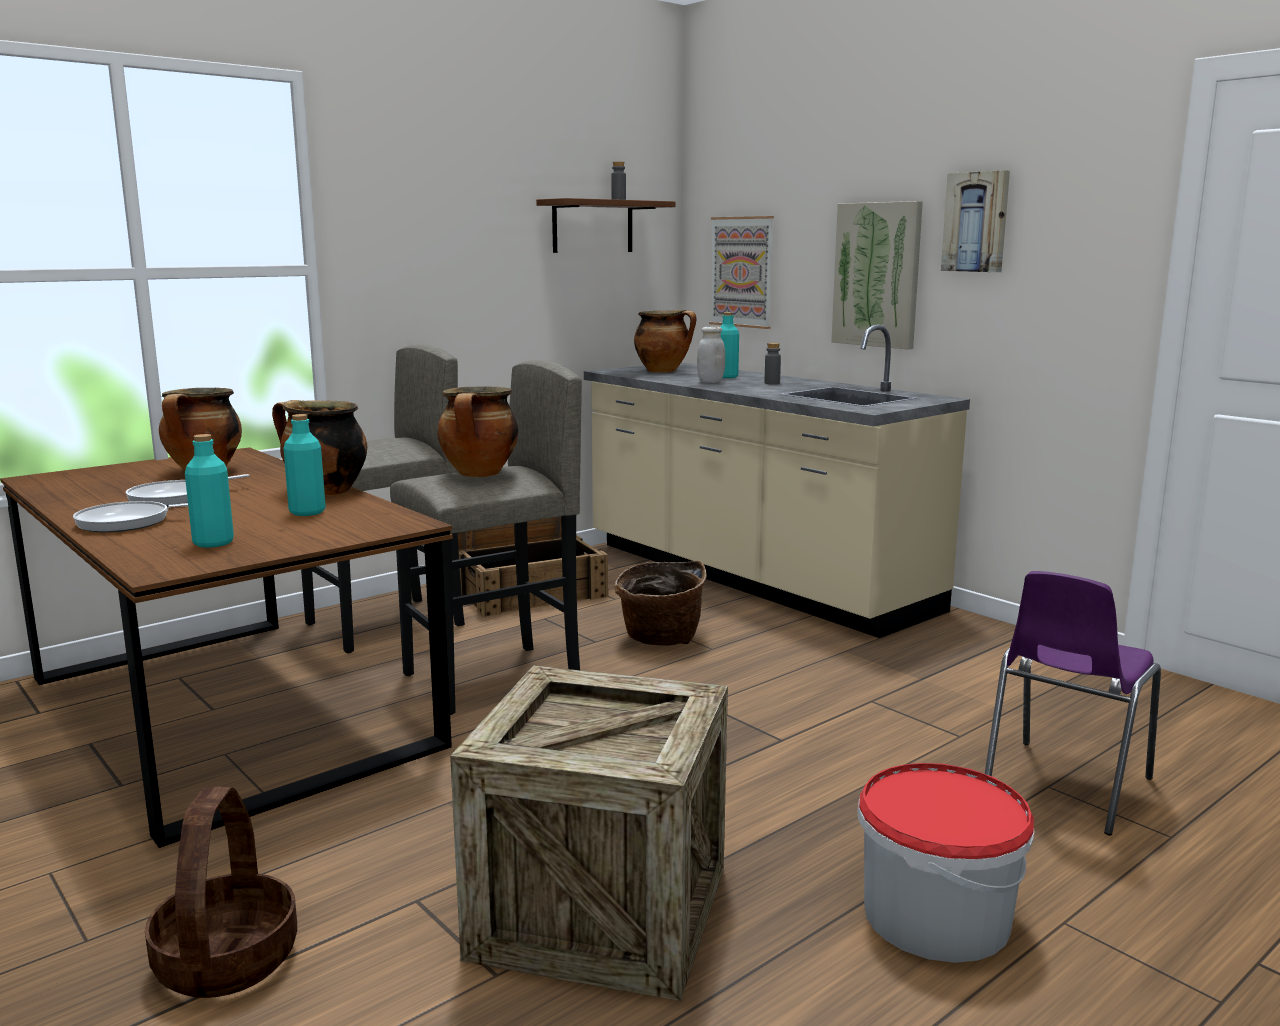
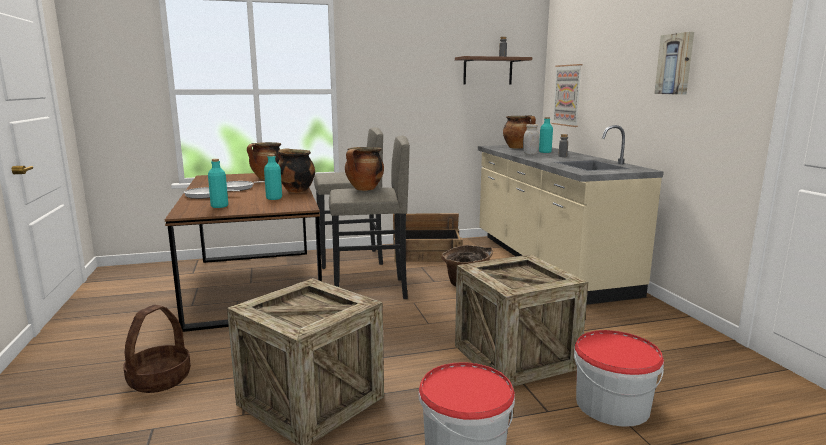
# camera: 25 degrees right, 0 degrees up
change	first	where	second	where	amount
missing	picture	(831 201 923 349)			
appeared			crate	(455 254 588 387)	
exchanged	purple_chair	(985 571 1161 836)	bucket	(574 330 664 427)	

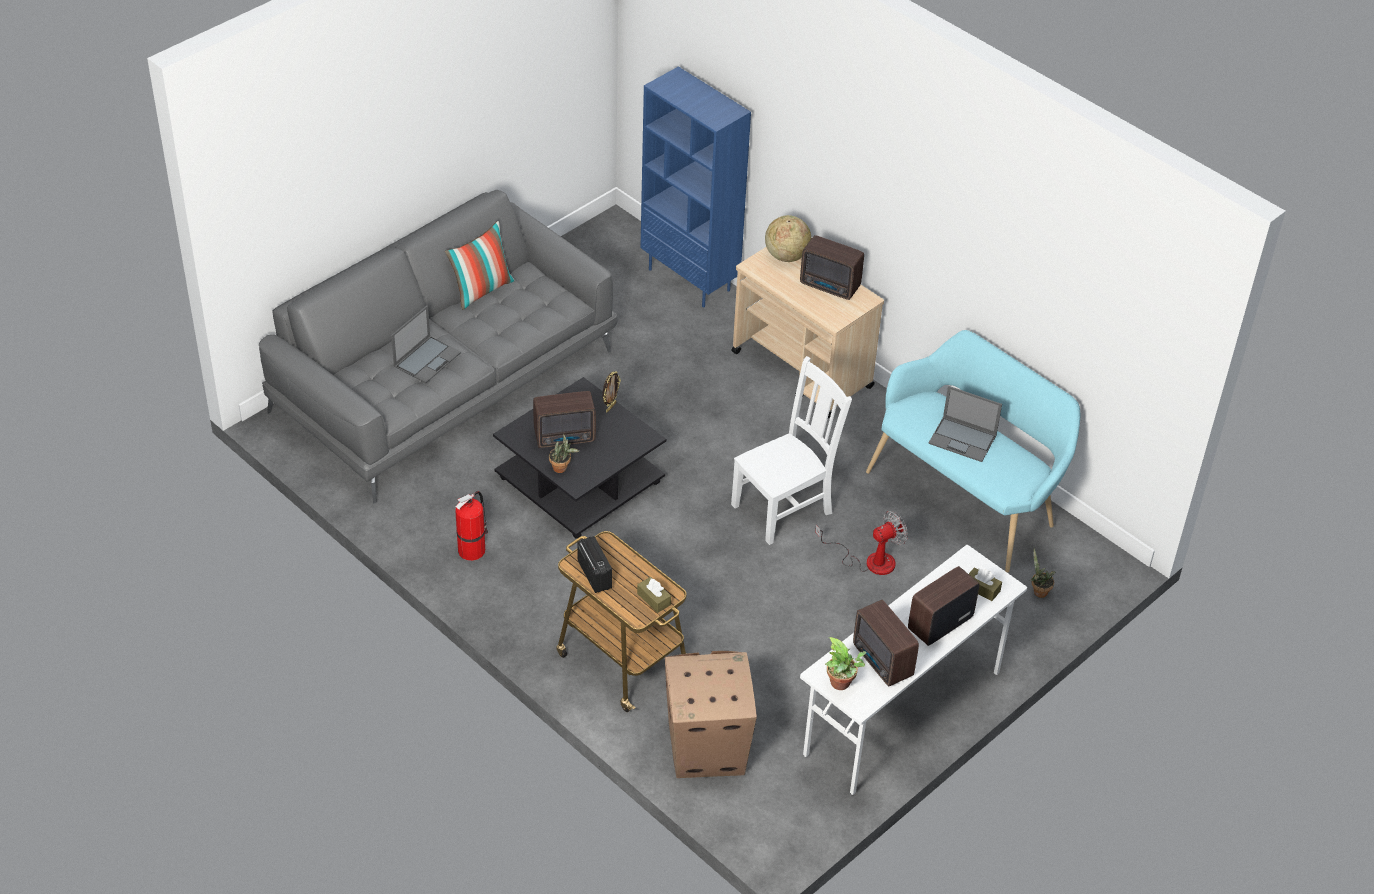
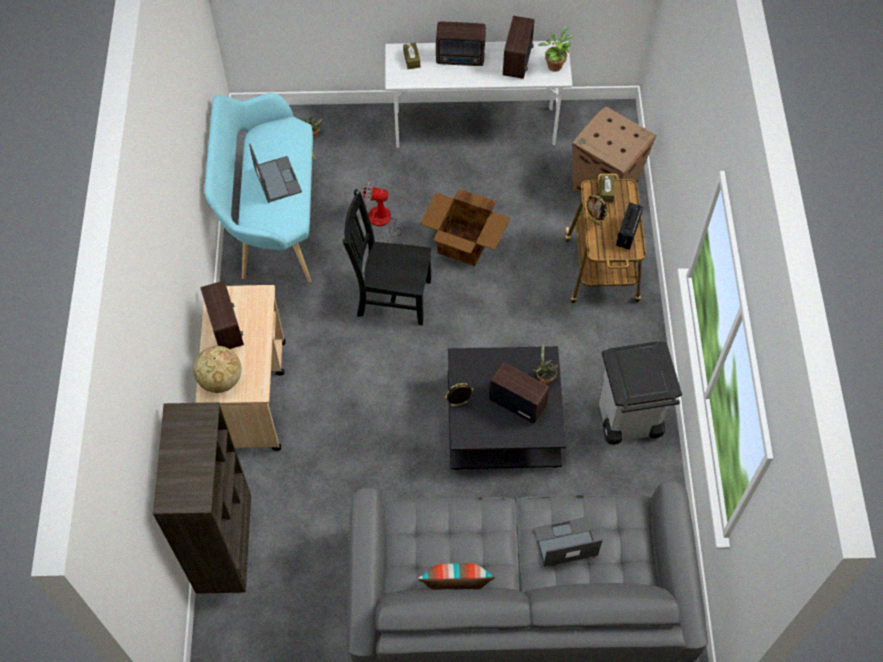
# camera: 135 degrees left, 15 degrees up
change	first	where	second	where	amount
appeared			cardboard_box	(420 189 510 266)	
appeared			picture_frame	(585 195 608 226)	
exchanged	fire_extinguisher	(455 491 488 561)	grey_trash_can	(599 341 682 445)	
colour	blue_bookcase	(640 66 751 307)	brown_bookcase	(153 402 251 594)	
colour	white_chair	(731 356 852 545)	black_chair	(343 189 431 325)	

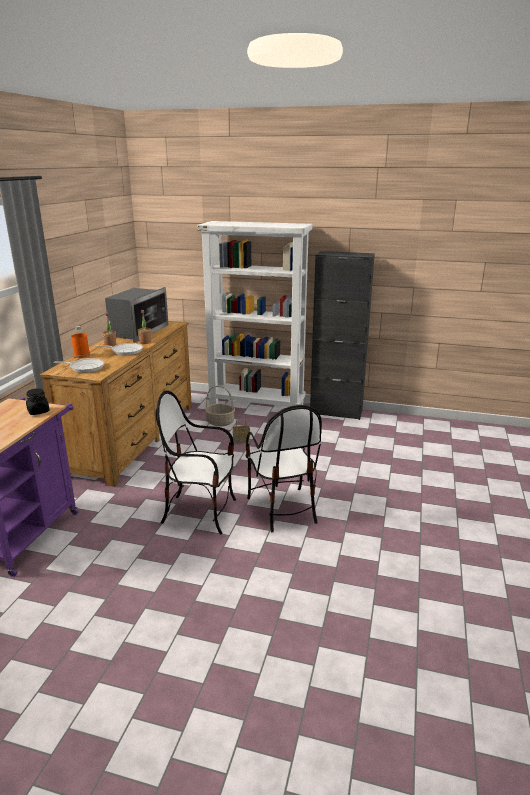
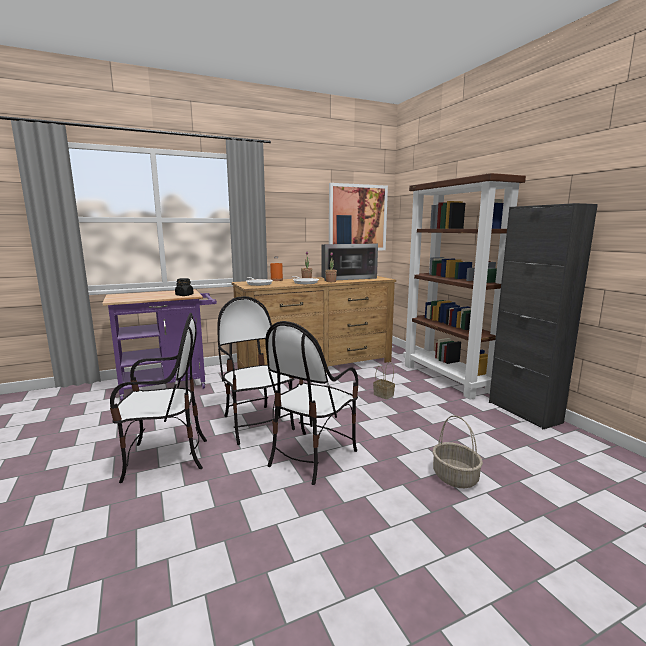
# camera: 50 degrees right, 10 degrees down
change	first	where	second	where	amount
appeared			chair	(110 313 207 483)	
appeared			picture	(329 183 388 251)	
relocated	basket	(205 386 235 427)		(433 415 483 488)	
colour	white_bookcase	(197 221 312 407)	brown_bookcase	(403 173 526 400)	

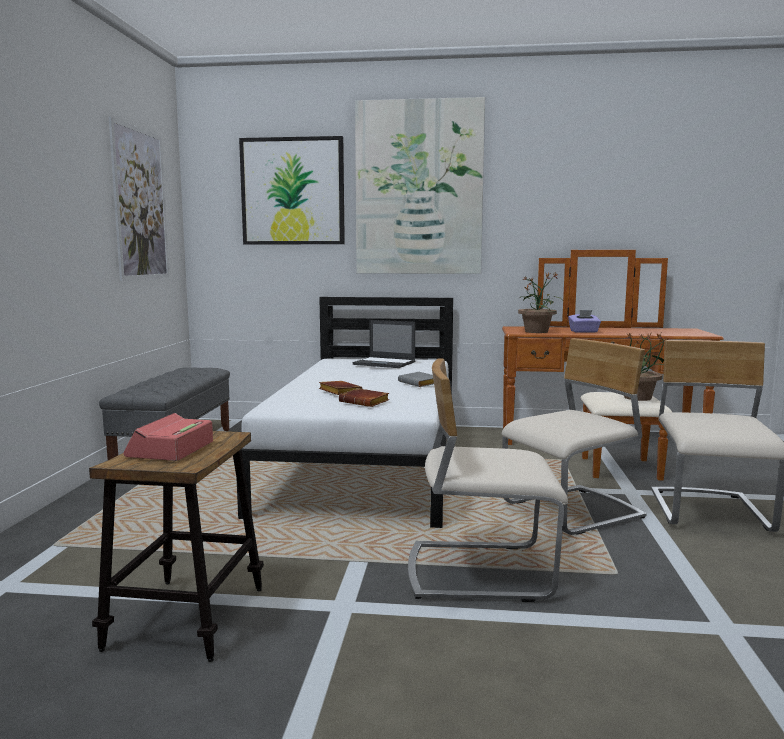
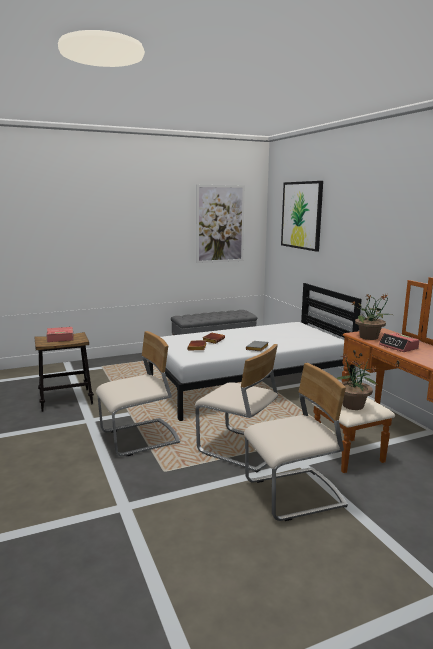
# camera: 60 degrees right, 5 degrees up
change	first	where	second	where	amount
missing	laptop	(352 320 415 368)			
missing	picture	(355 97 485 274)			
exchanged	purple_tissue_box	(568 310 601 333)	alarm_clock	(379 333 419 352)	
spun	beige_chair	(408 358 568 602)		(96 331 180 456)	90 degrees clockwise

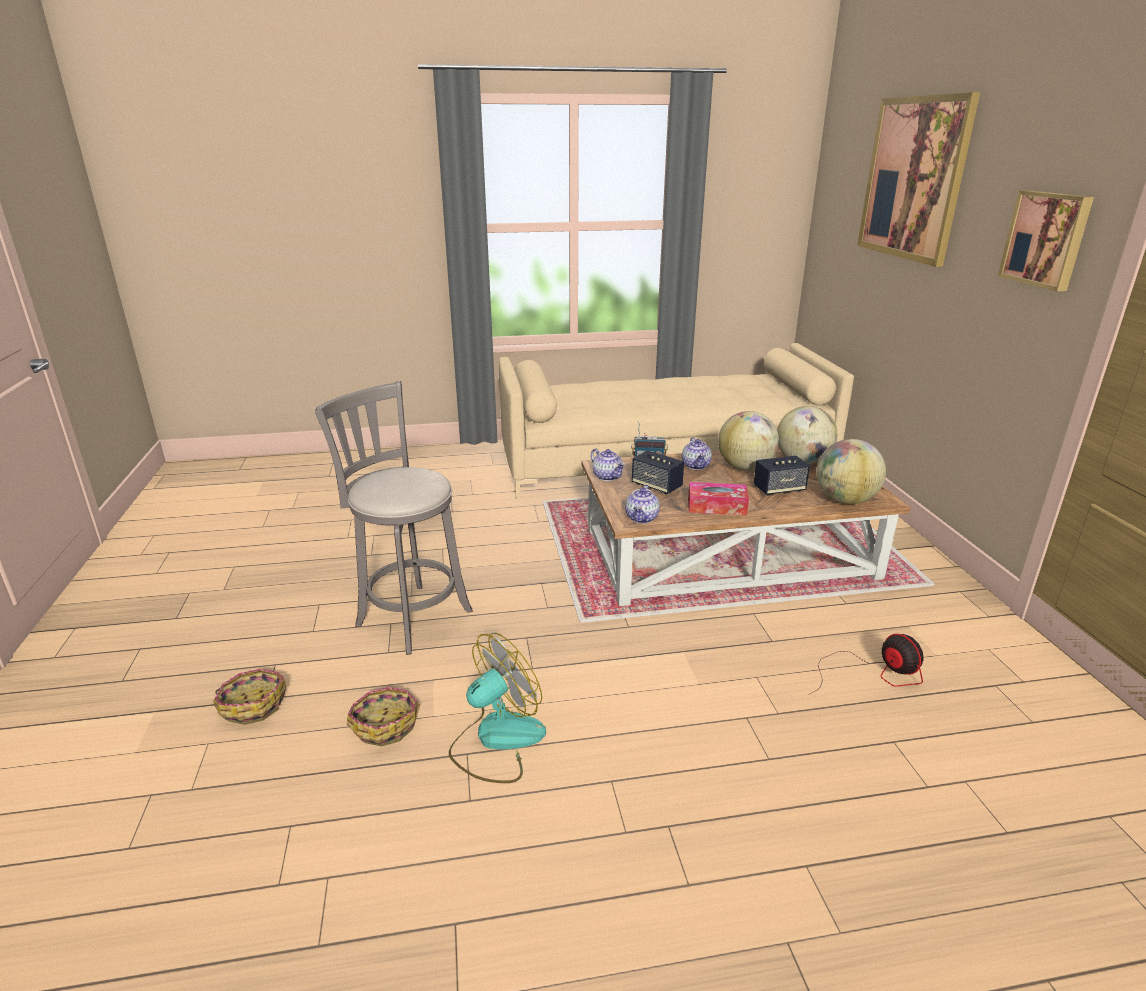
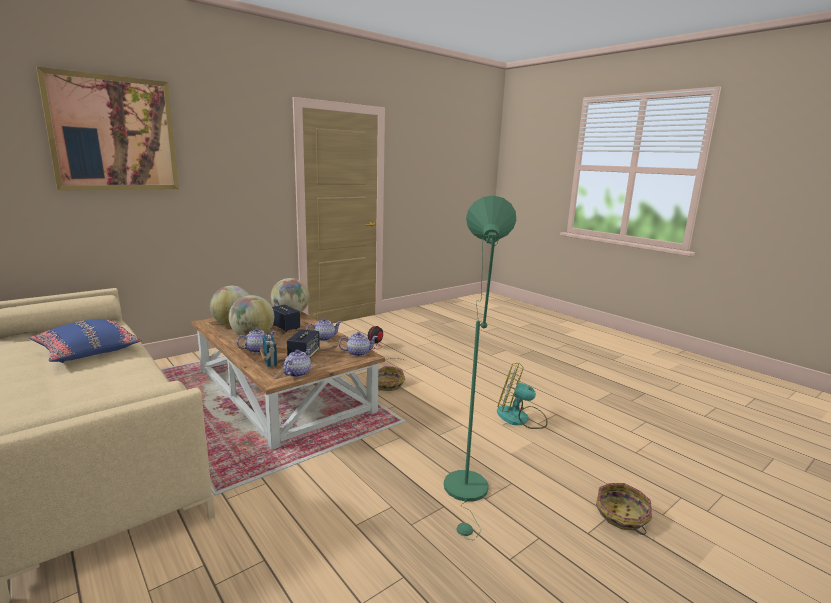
# camera: 120 degrees left, 10 degrees down
change	first	where	second	where	amount
missing	picture	(998 190 1094 291)			
appeared			blue_pillow	(30 319 142 363)	
relocated	basket	(347 687 420 746)		(378 366 405 391)	
exchanged	grey_stool	(315 381 473 655)	green_floor_lamp	(444 196 516 540)	
exchanged	tissue_box	(688 482 749 515)	teapot	(306 318 341 341)	

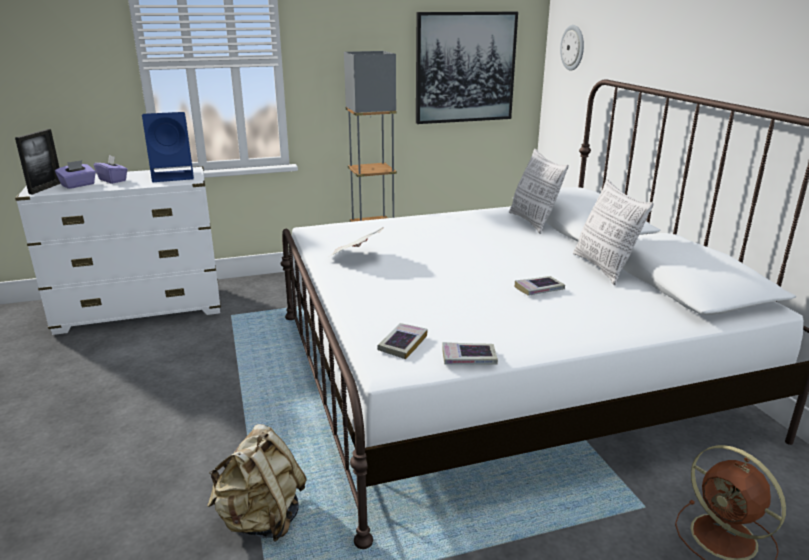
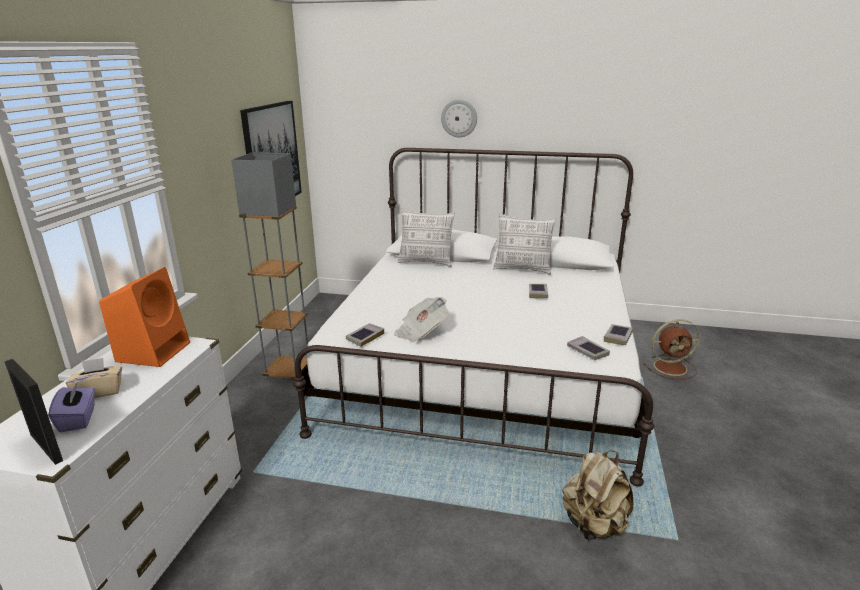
# camera: 60 degrees left, 0 degrees up
change	first	where	second	where	amount
appeared			book	(346 323 384 347)	
relocated	wall_clock	(560 25 584 71)		(441 99 477 137)	
colour	purple_tissue_box	(94 155 128 184)	beige_tissue_box	(66 358 122 398)	
colour	blue_speaker	(142 112 194 182)	orange_speaker	(99 267 190 367)	

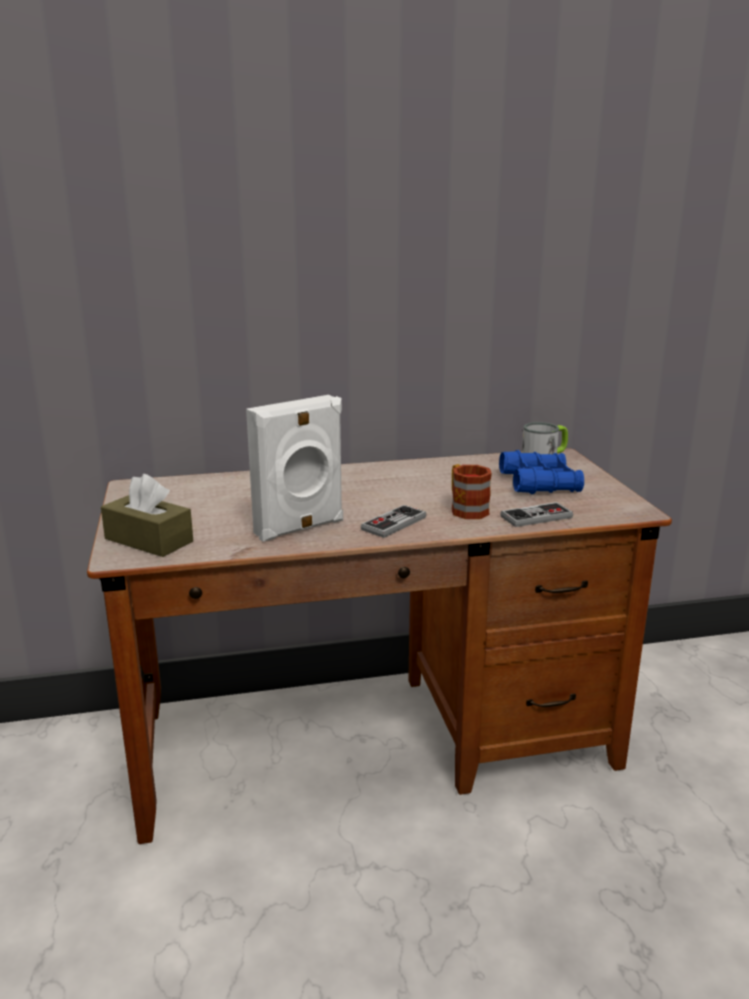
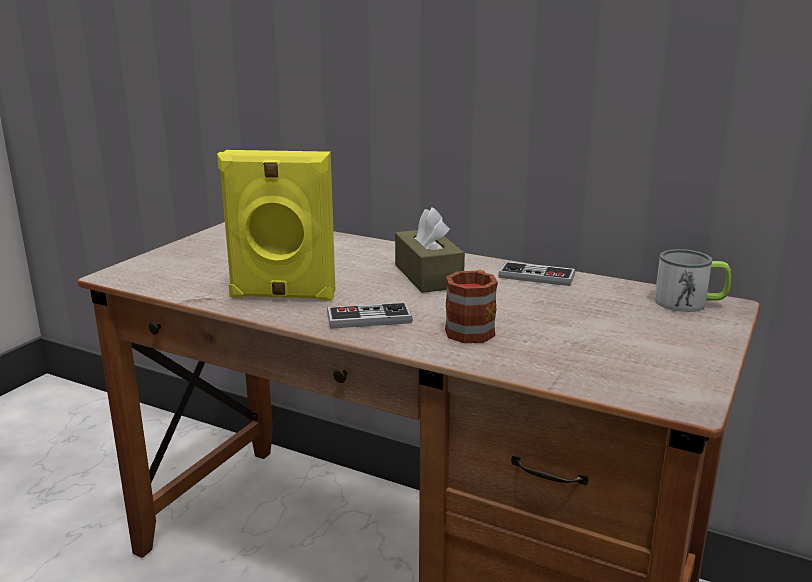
# camera: 40 degrees right, 0 degrees up
change	first	where	second	where	amount
missing	blue_binoculars	(499 450 584 494)			
relocated	brown_tissue_box	(101 474 193 557)		(395 207 465 293)	
relocated	game_controller	(501 502 573 527)		(498 261 575 286)	
colour	white_speaker	(246 395 343 542)	yellow_speaker	(217 150 335 301)	

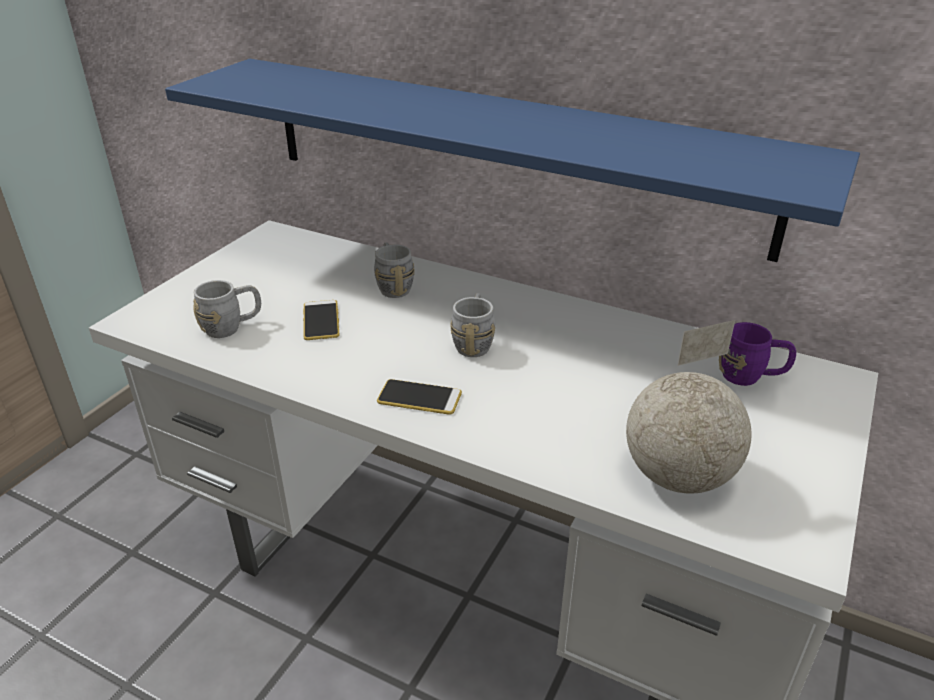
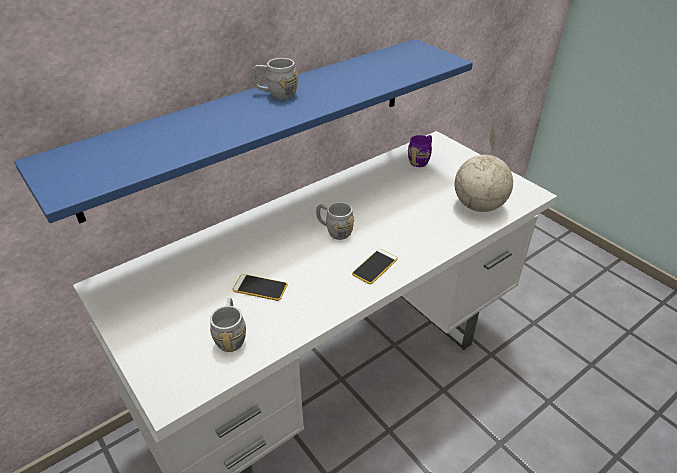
# camera: 65 degrees left, 5 degrees up
change	first	where	second	where	amount
relocated	grey_mug	(374 242 415 298)		(251 58 298 100)	

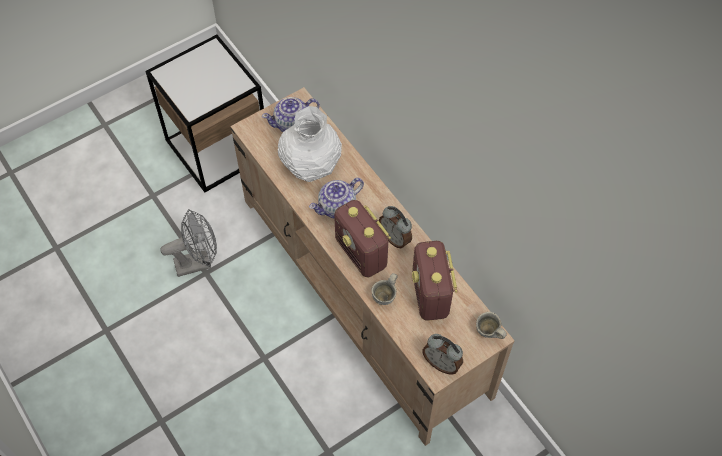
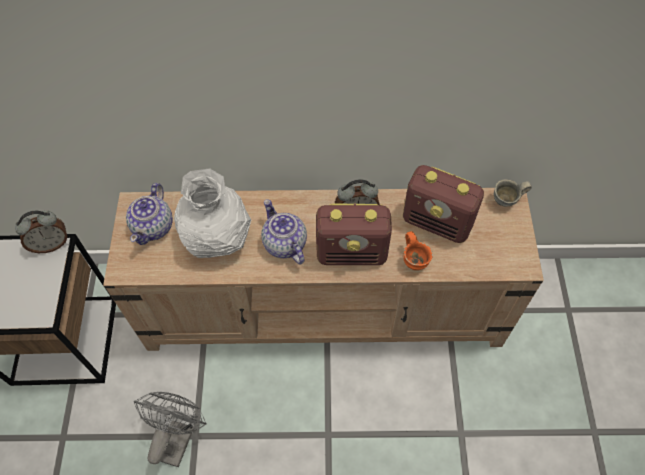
# camera: 55 degrees left, 0 degrees up
change	first	where	second	where	amount
relocated	alarm_clock	(422 334 463 375)		(15 211 67 253)	
colour	grey_mug	(371 273 398 305)	orange_mug	(403 231 433 270)	
spun	teapot	(309 178 364 219)		(261 199 307 265)	150 degrees clockwise

